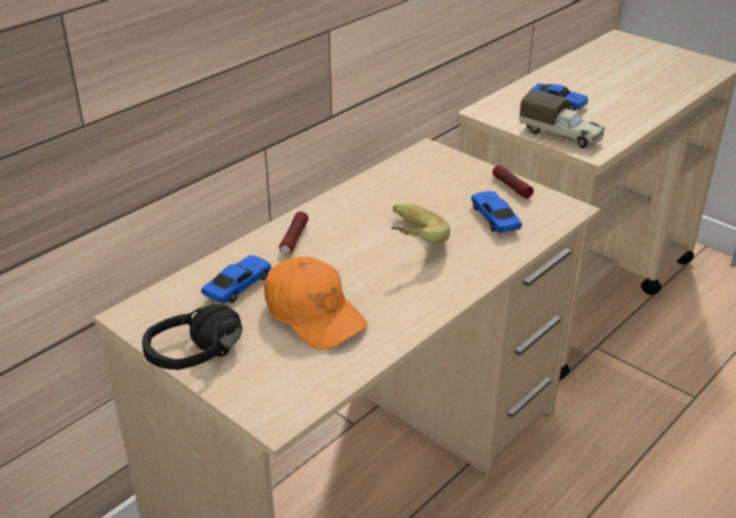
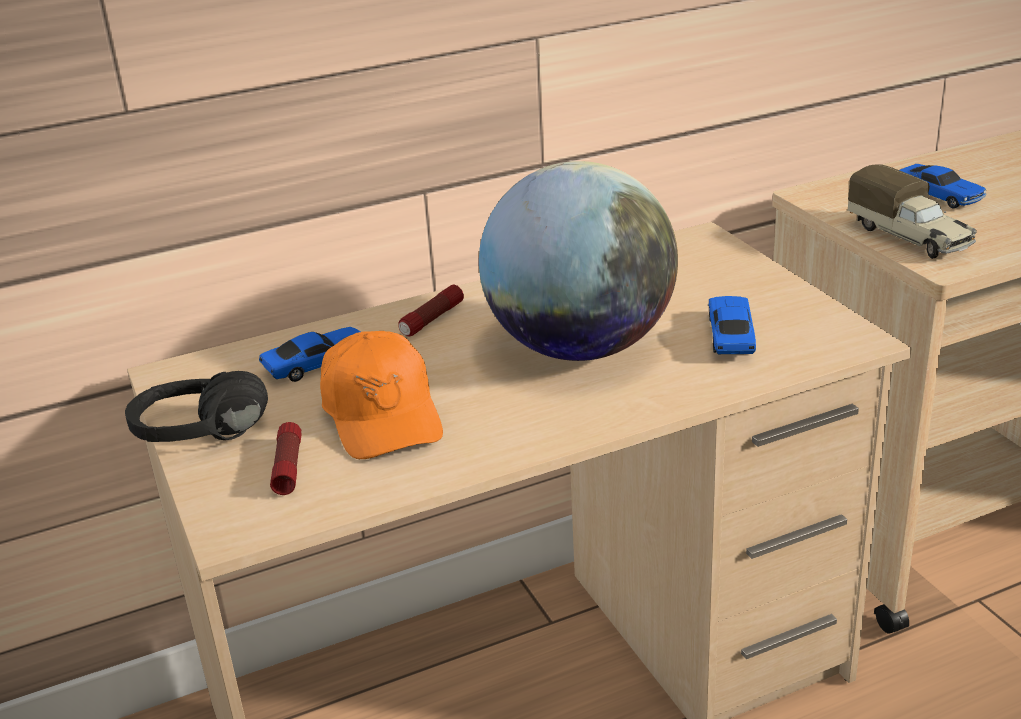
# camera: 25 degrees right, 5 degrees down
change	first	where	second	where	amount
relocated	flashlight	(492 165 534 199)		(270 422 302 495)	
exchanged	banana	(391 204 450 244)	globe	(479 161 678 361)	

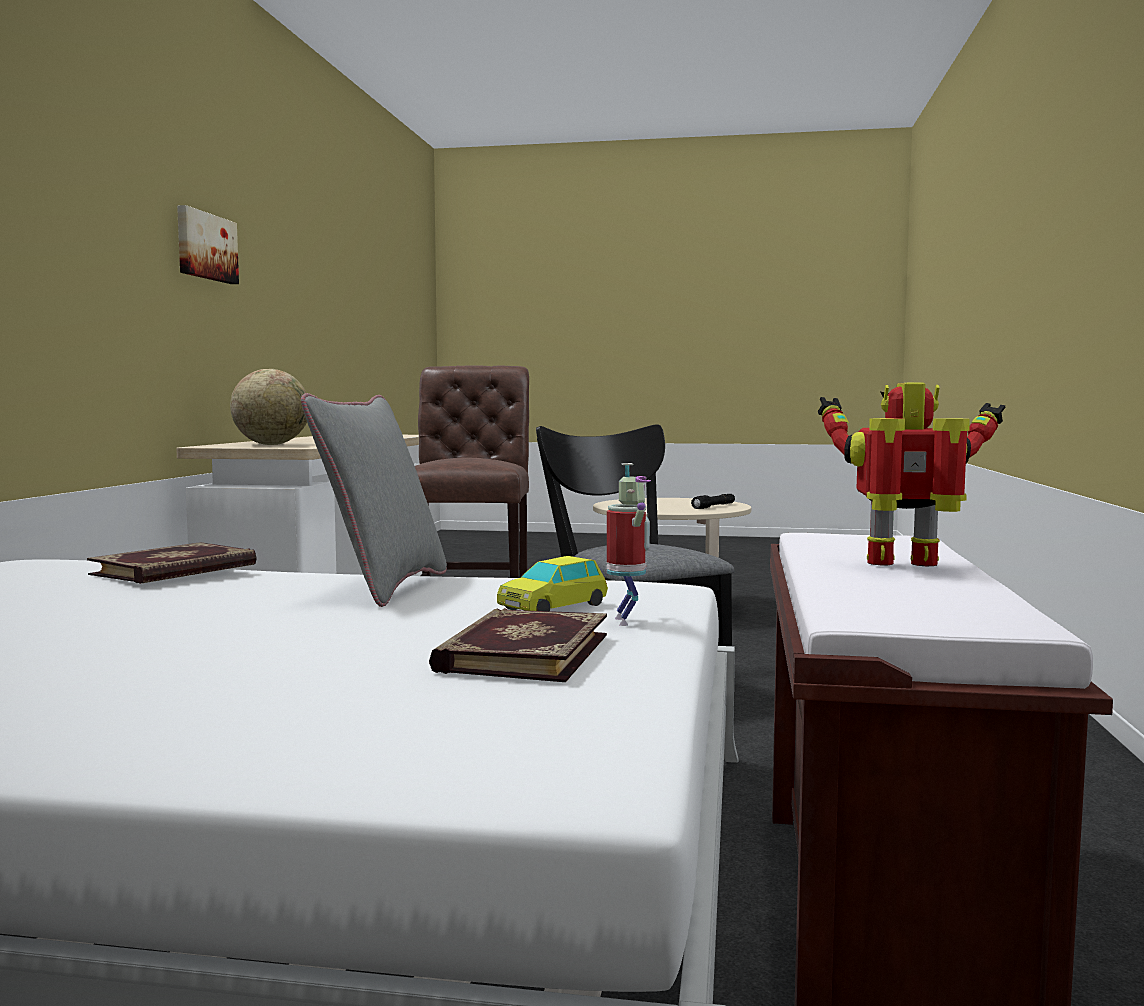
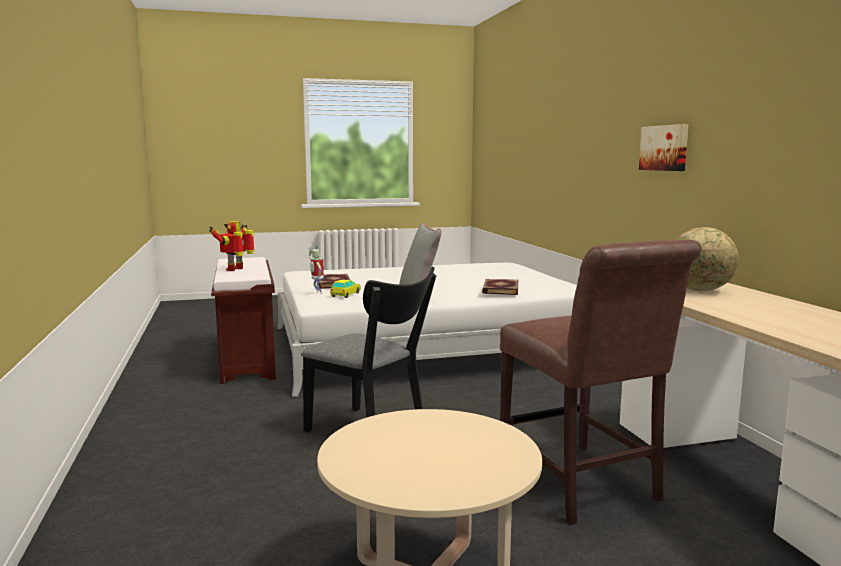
# camera: 155 degrees right, 5 degrees up
change	first	where	second	where	amount
missing	black_flashlight	(691 494 735 509)			
relocated	picture	(177 205 239 284)		(639 124 688 171)	
spun	toy_robot	(818 383 1005 566)		(209 221 255 271)	135 degrees clockwise

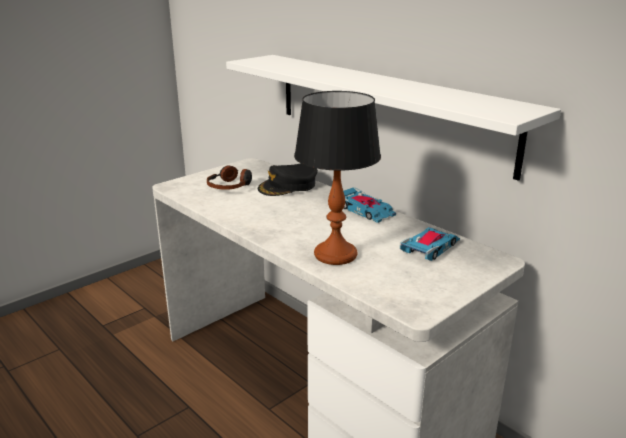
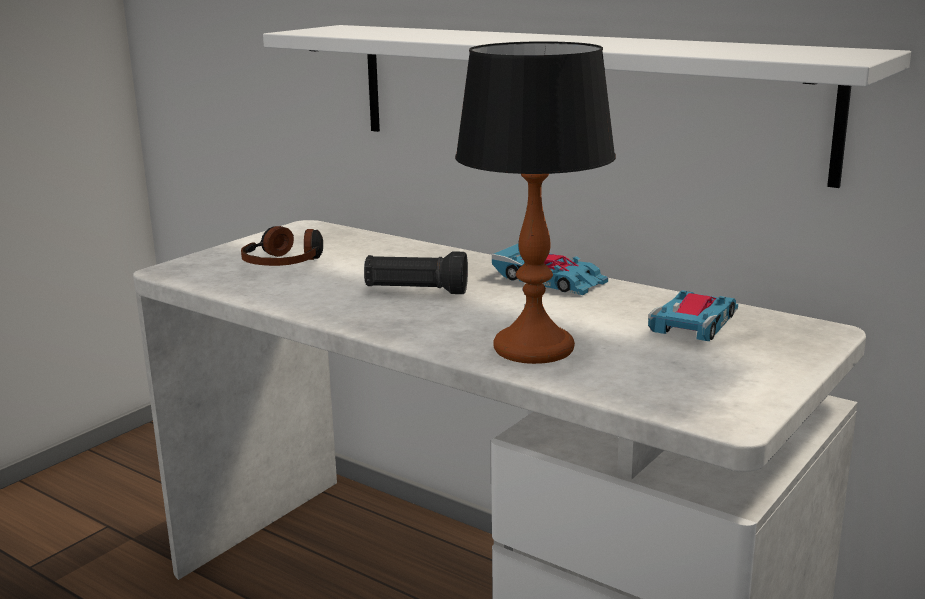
# camera: 10 degrees left, 5 degrees down
change	first	where	second	where	amount
missing	black_cap	(258 164 318 196)			
appeared			black_flashlight	(364 251 468 294)	

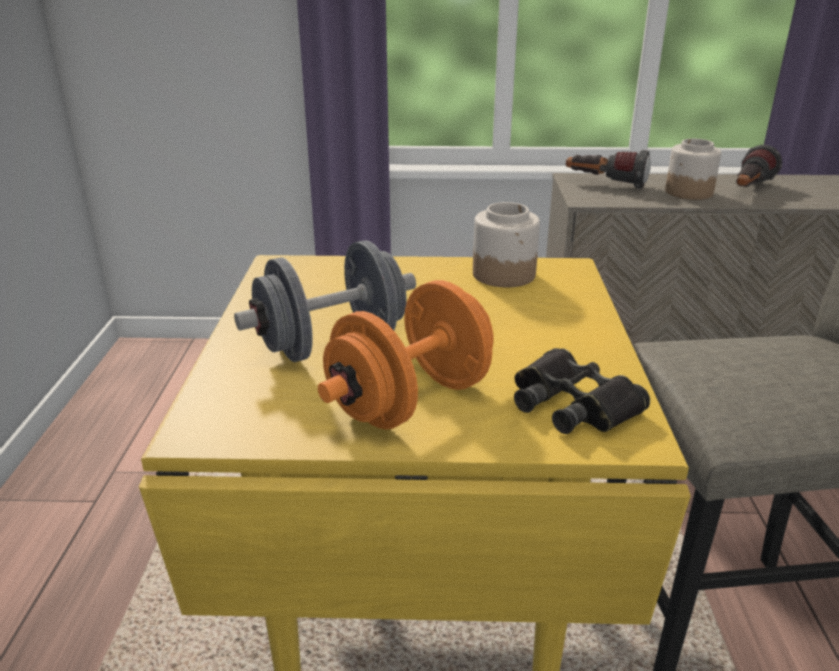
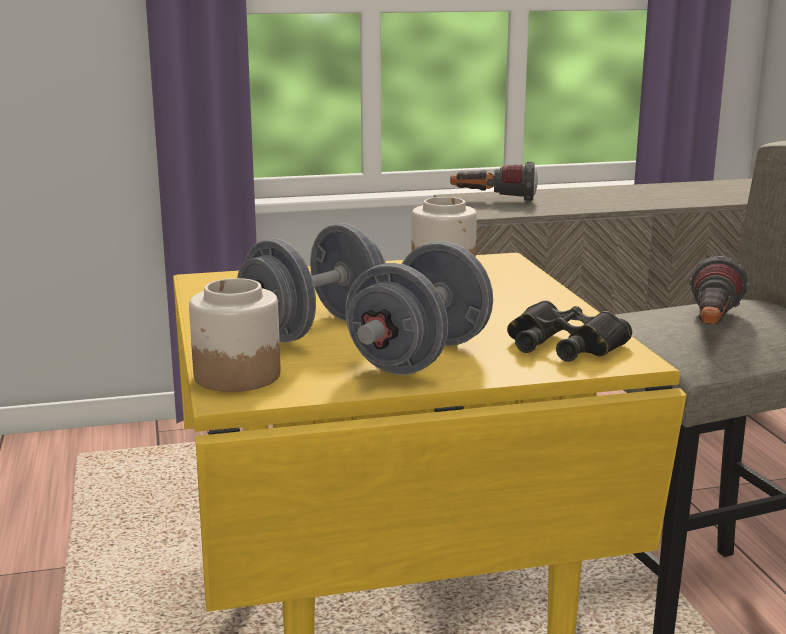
# camera: 15 degrees left, 10 degrees down
change	first	where	second	where	amount
relocated	jar	(665 139 722 200)		(189 278 280 392)	
relocated	flashlight	(736 145 782 187)		(689 256 749 325)	
colour	orange_dumbbell	(318 280 494 429)	grey_dumbbell	(345 241 493 375)	

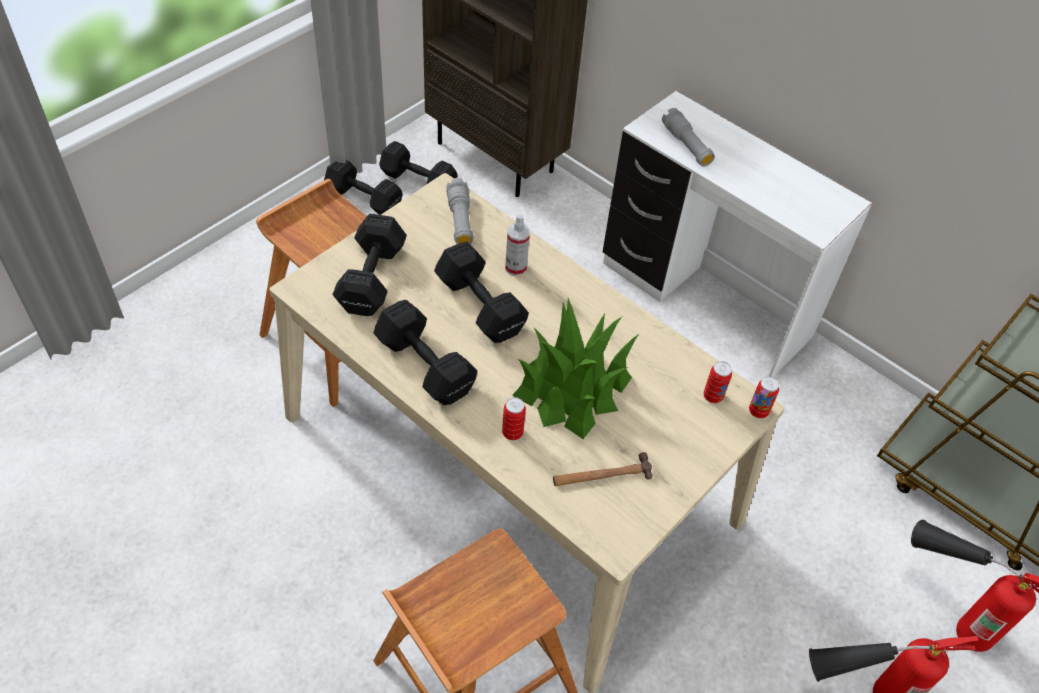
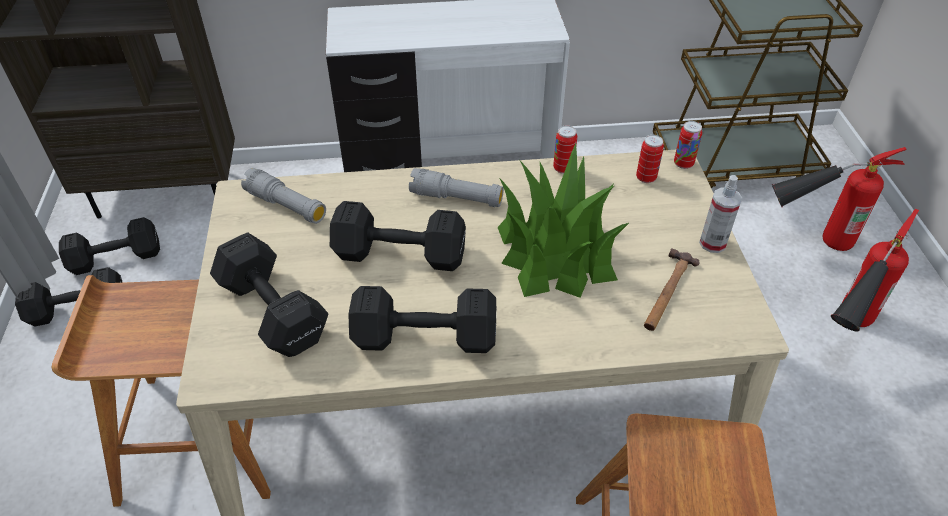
# camera: 45 degrees left, 5 degrees down
change	first	where	second	where	amount
relocated	can	(502 397 526 440)		(553 125 577 174)	
relocated	spray_bottle	(505 214 530 276)		(699 175 742 253)	
relocated	grey_flashlight	(662 108 715 167)		(409 168 504 207)	

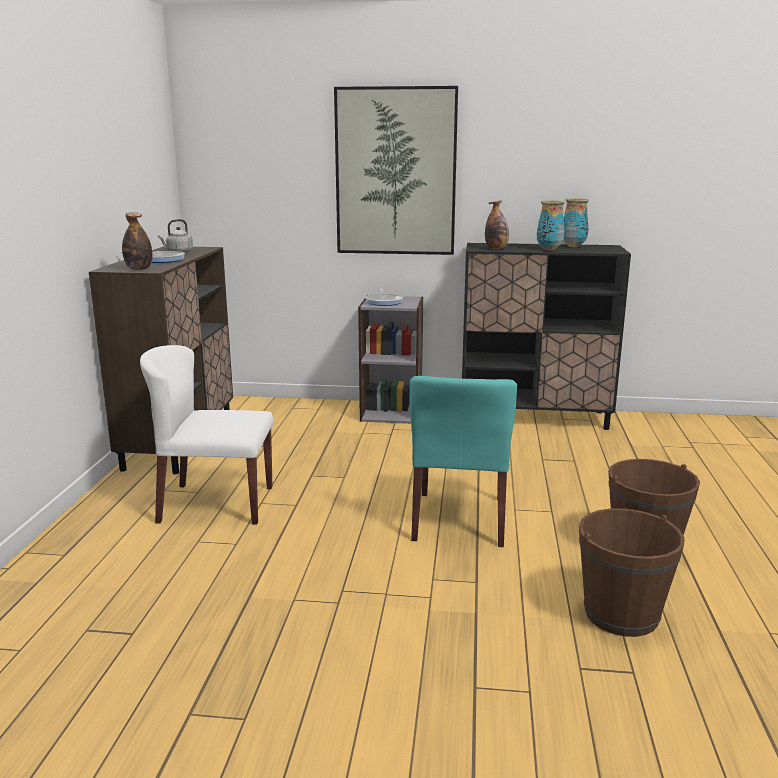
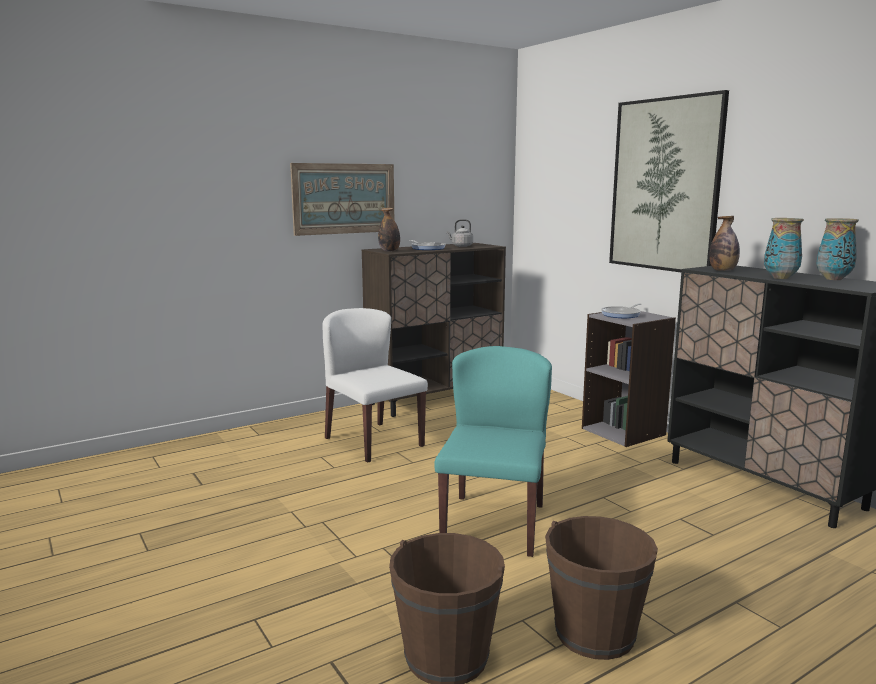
# camera: 50 degrees right, 5 degrees down
change	first	where	second	where	amount
appeared			picture	(290 163 394 236)	
spun	turquoise_chair	(410 376 517 547)		(434 346 552 557)	135 degrees clockwise

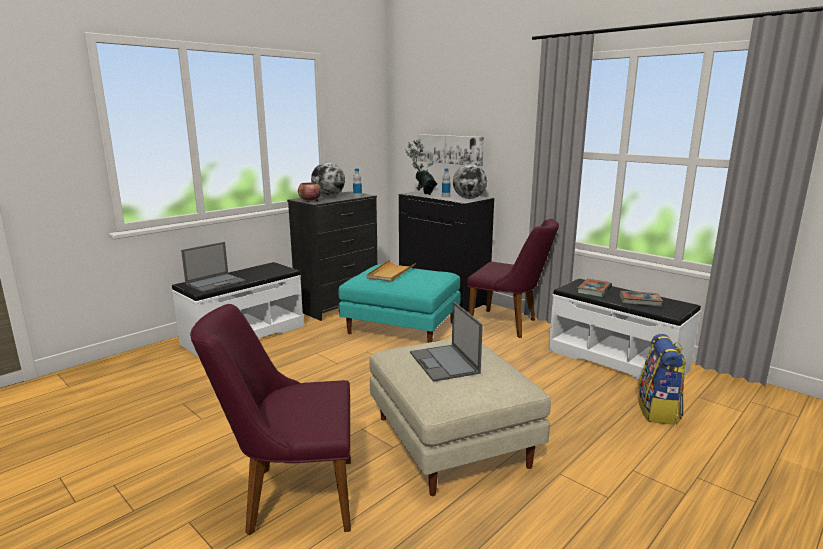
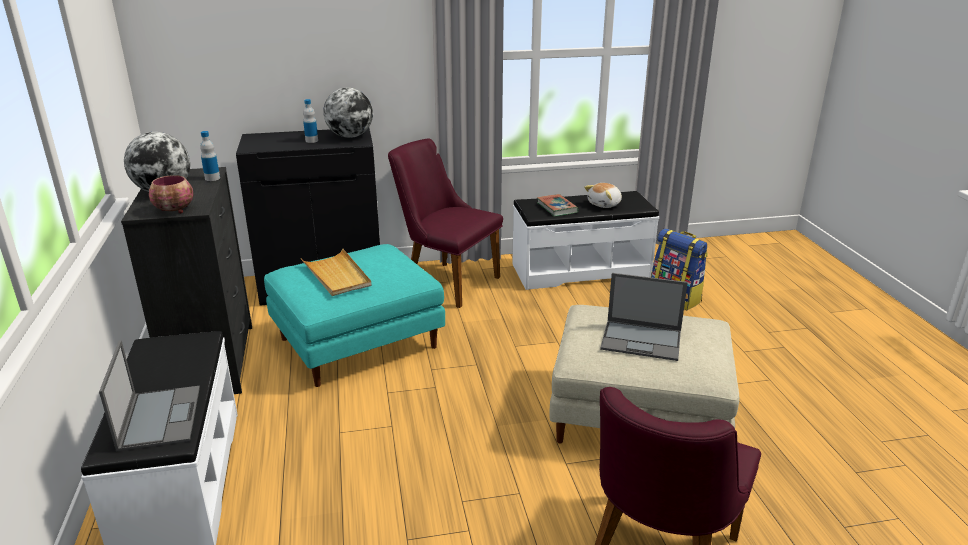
# camera: 55 degrees left, 10 degrees up
change	first	where	second	where	amount
missing	potted_plant	(405 139 437 195)			
missing	picture	(418 134 484 166)			
exchanged	book	(619 291 663 307)	plush_toy	(584 183 622 208)	
spun	purple_chair	(467 219 559 338)		(388 139 503 308)	120 degrees counterclockwise

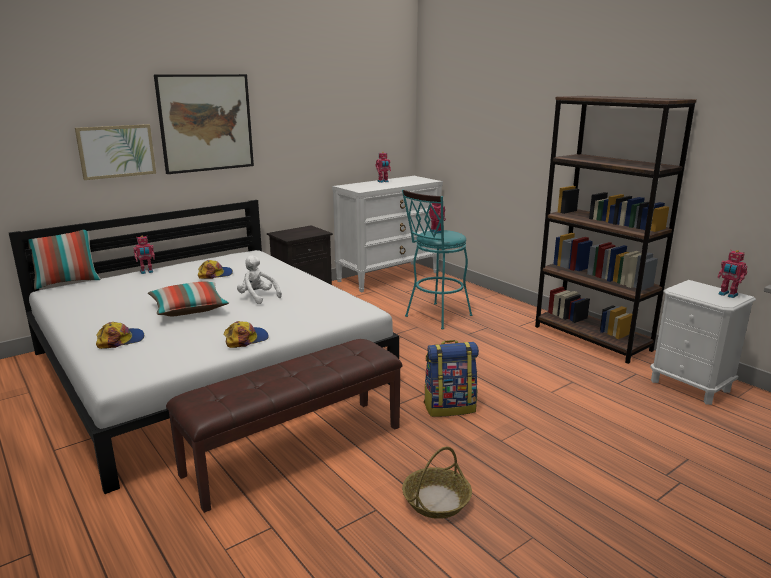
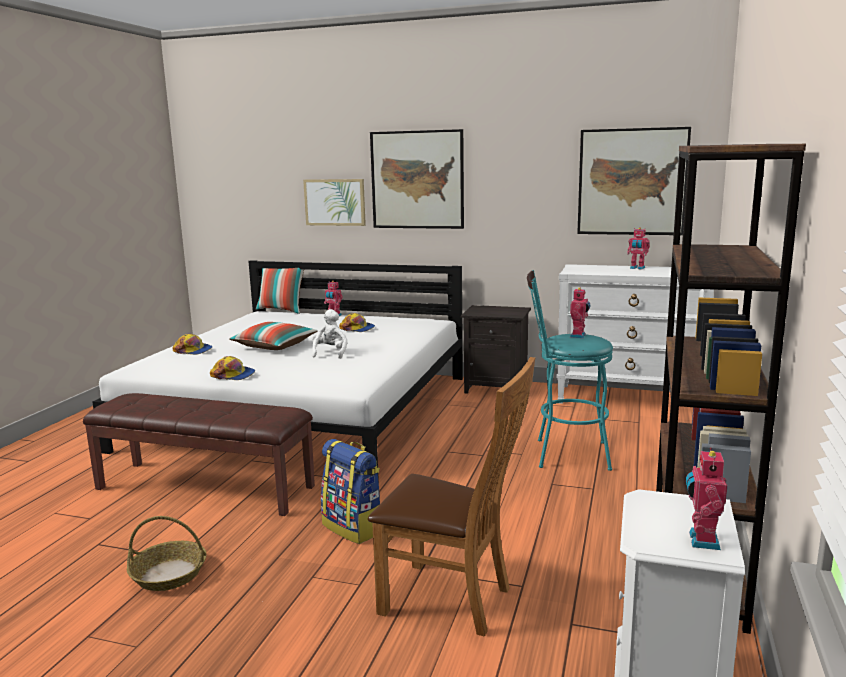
# camera: 55 degrees right, 5 degrees down
change	first	where	second	where	amount
appeared			brown_chair	(368 357 535 637)	
appeared			picture	(577 127 691 235)	

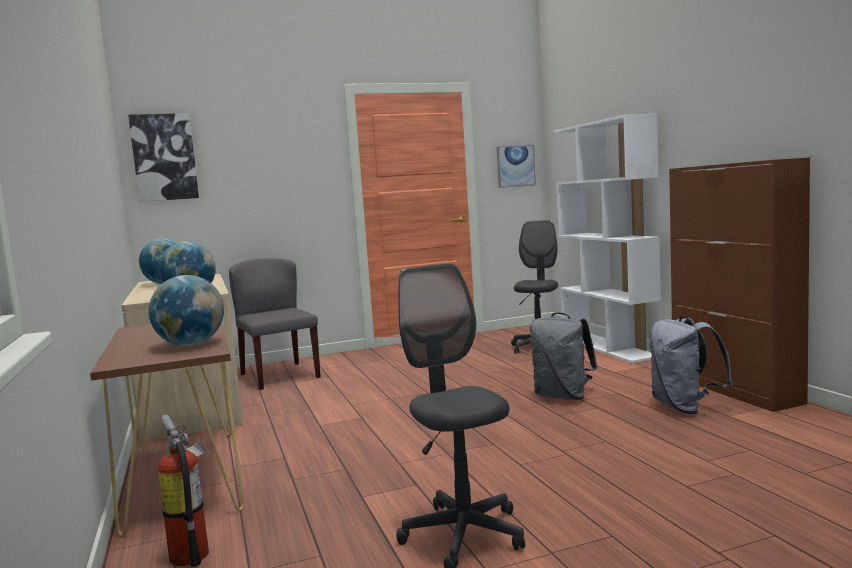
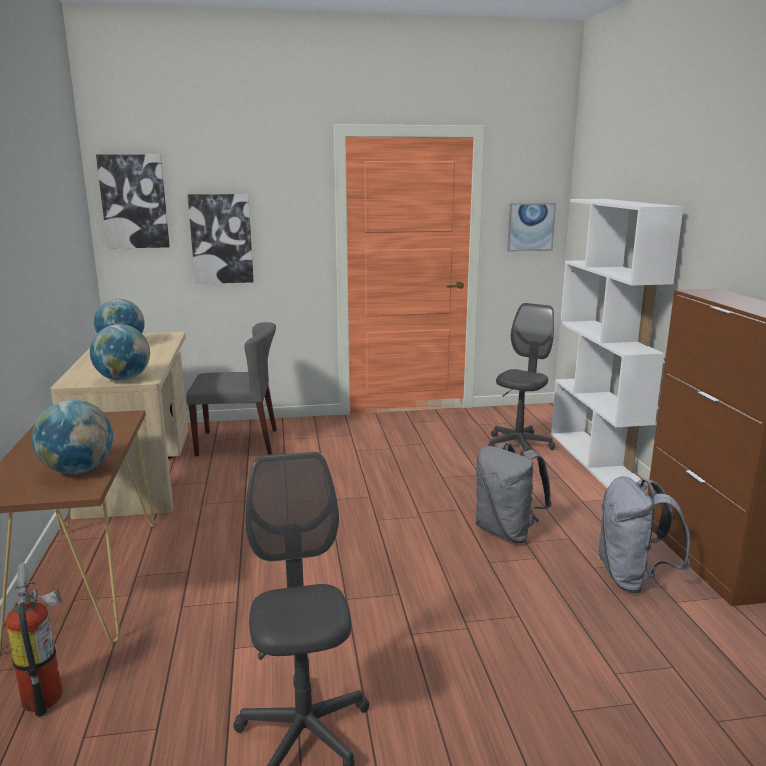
# camera: 10 degrees right, 10 degrees up
change	first	where	second	where	amount
appeared			picture	(188 194 254 284)	
spun	grey_chair	(229 258 321 390)		(186 322 277 456)	105 degrees clockwise

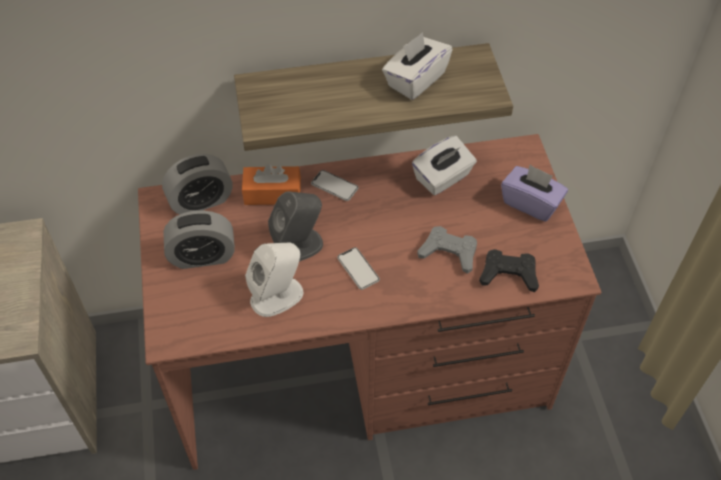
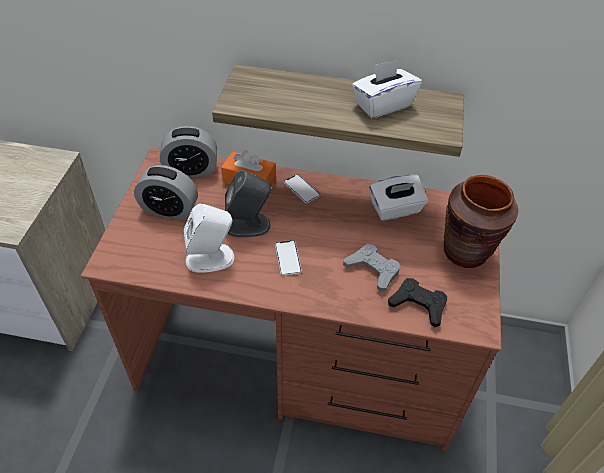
# camera: 20 degrees right, 5 degrees down
change	first	where	second	where	amount
exchanged	purple_tissue_box	(501 165 568 222)	brown_vase	(444 175 518 268)	

